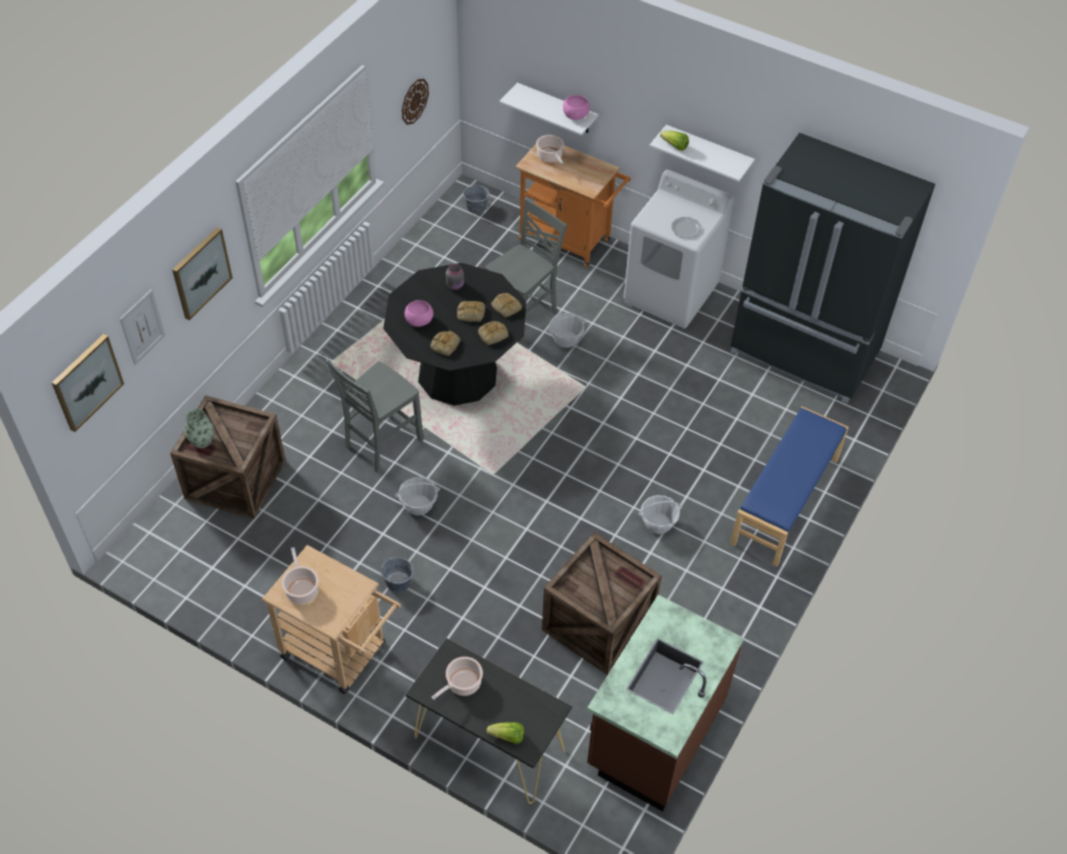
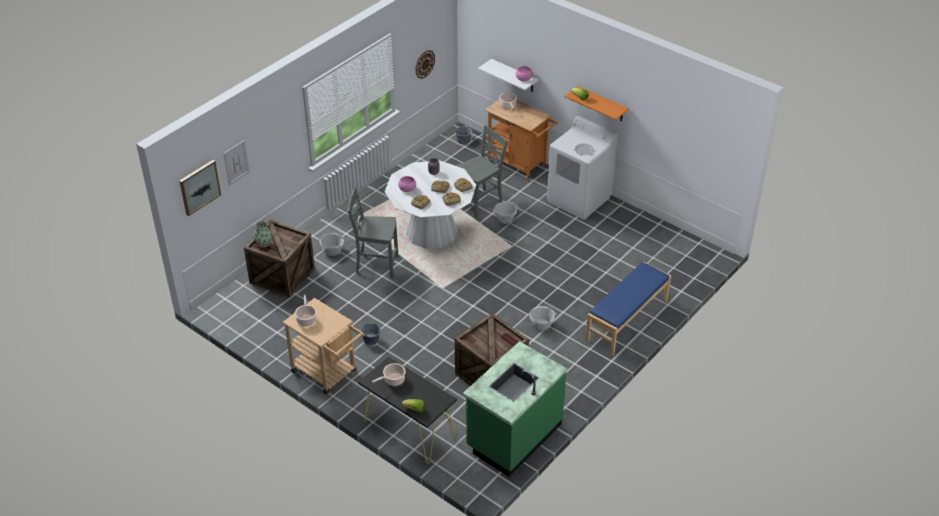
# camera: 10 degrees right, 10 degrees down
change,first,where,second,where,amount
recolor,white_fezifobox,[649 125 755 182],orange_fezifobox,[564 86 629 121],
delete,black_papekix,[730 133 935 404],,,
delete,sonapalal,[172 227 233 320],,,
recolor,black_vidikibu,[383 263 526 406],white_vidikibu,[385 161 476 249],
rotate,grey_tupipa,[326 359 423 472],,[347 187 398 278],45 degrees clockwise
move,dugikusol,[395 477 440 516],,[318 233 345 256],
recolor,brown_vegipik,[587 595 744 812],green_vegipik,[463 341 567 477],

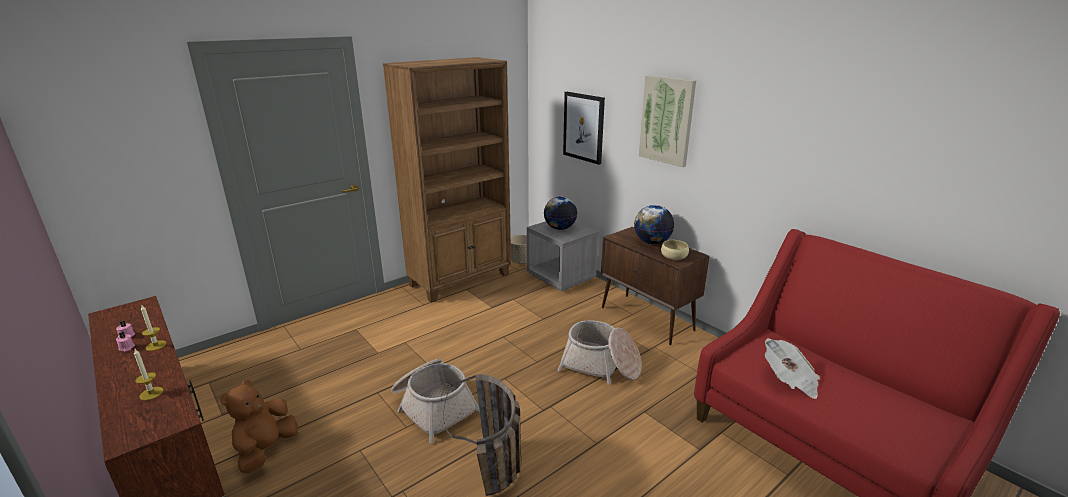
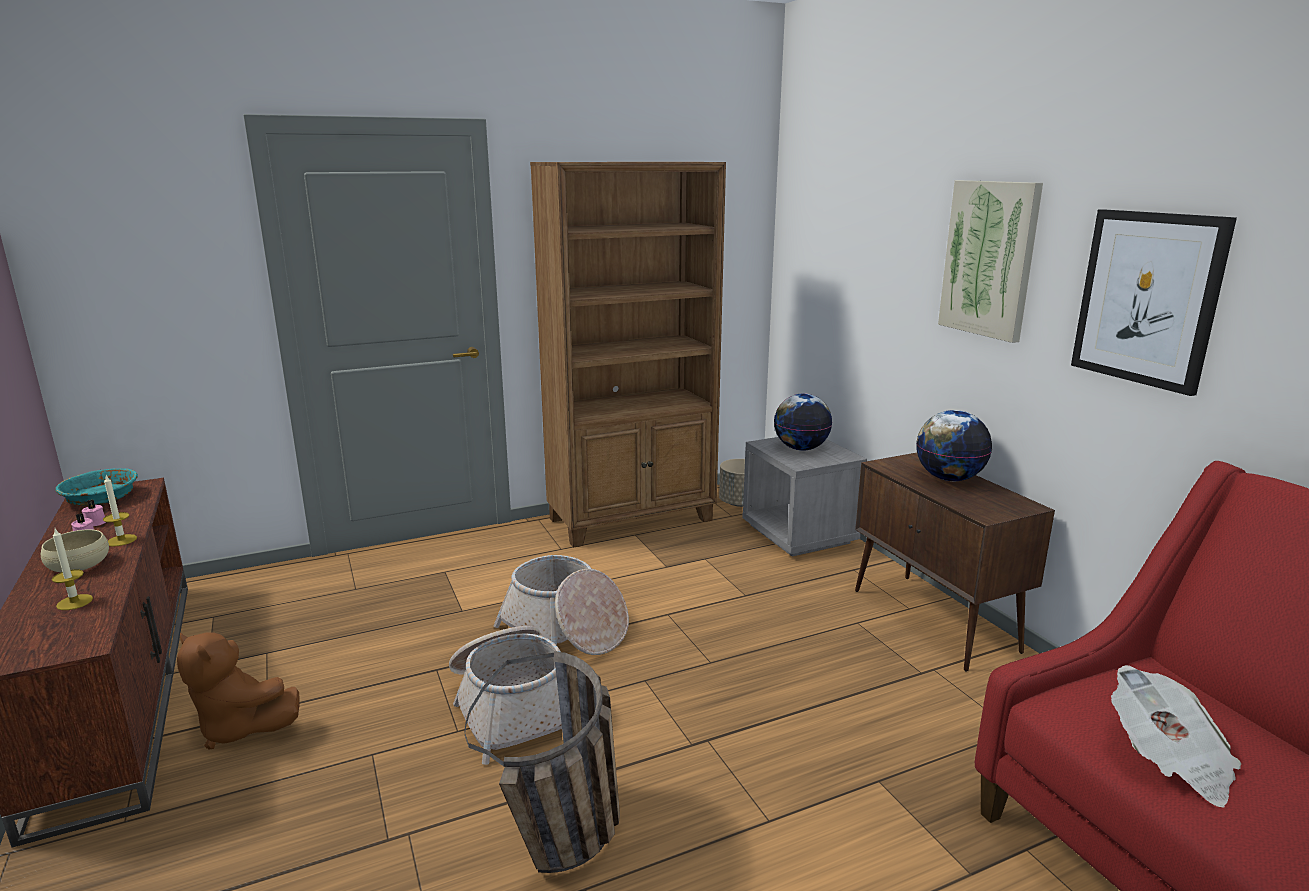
# camera: 15 degrees right, 5 degrees down
change,first,where,second,where,amount
move,sonapalal,[563 92 605 165],,[1071 209 1237 396],
move,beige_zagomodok,[661 240 689 260],,[41 529 109 572],
move,dugikusol,[558 320 642 385],,[494 555 629 655],
rotate,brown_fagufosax,[220 379 298 473],,[177 632 300 750],90 degrees counterclockwise
insert,,,turquoise_zagomodok,[55 468 138 506],

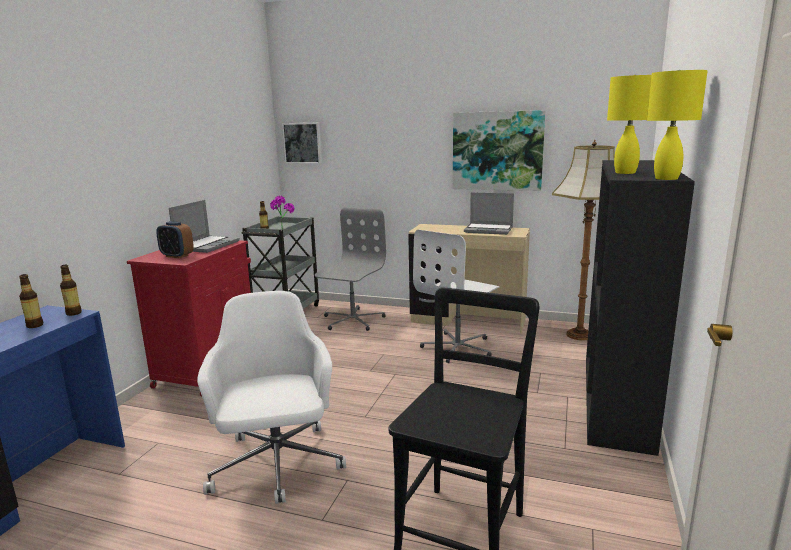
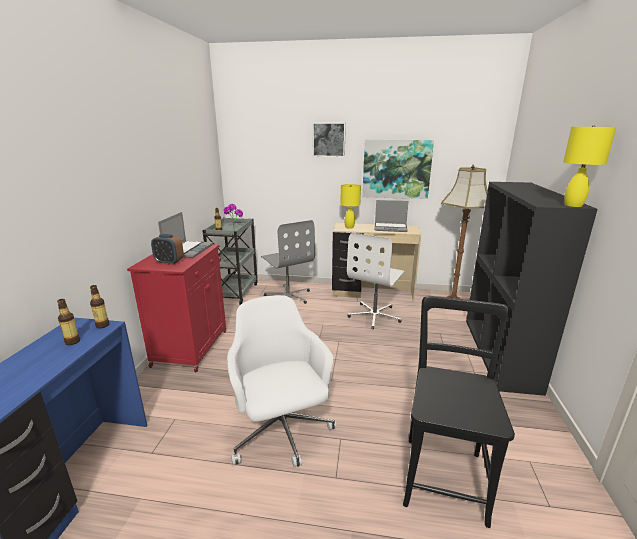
# camera: 10 degrees left, 5 degrees up
change,first,where,second,where,amount
move,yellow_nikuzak,[607 75 652 174],,[340 184 361 229],
move,sonapalal,[282 122 322 164],,[312 122 346 157],
rotate,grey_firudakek,[315 207 386 331],,[261 220 315 304],135 degrees clockwise

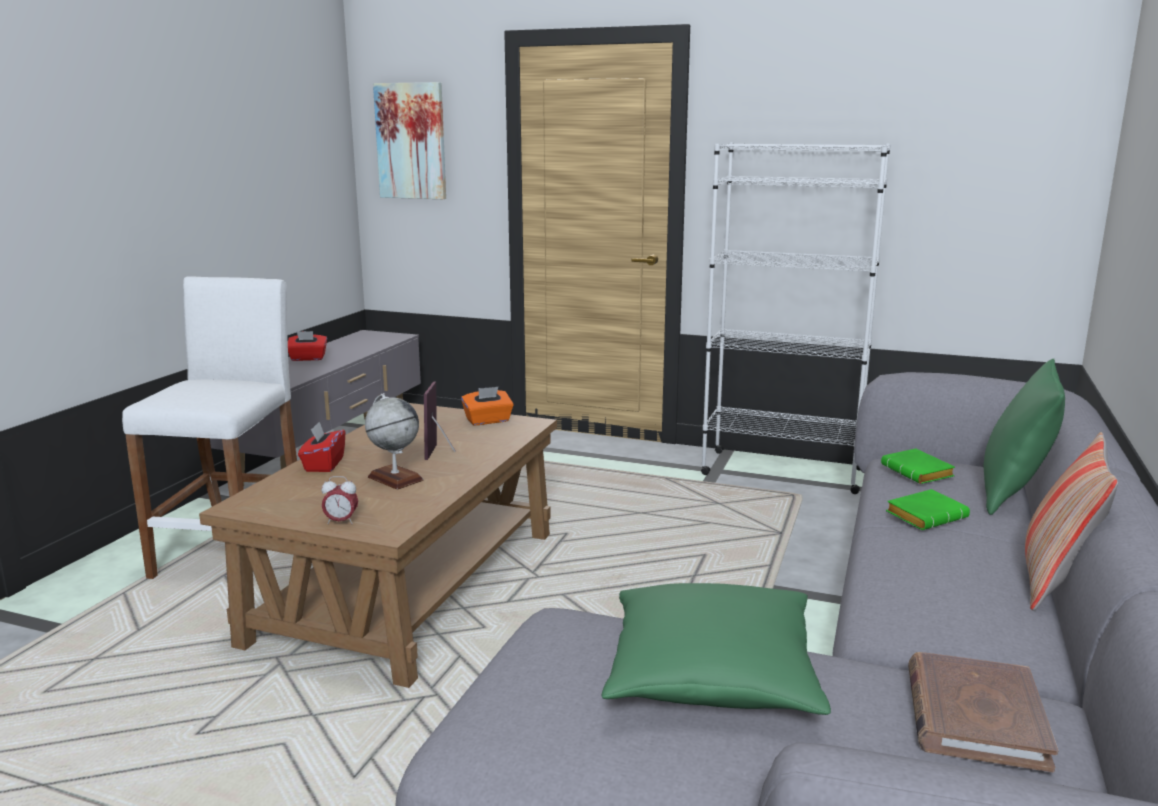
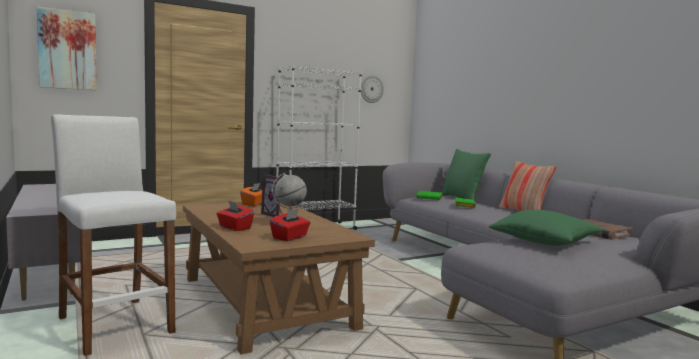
# camera: 50 degrees left, 10 degrees down
change,first,where,second,where,amount
move,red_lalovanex,[288 331 327 361],,[270 209 310 241],
delete,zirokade,[321 476 358 524],,,
insert,,,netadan,[361 75 384 103],

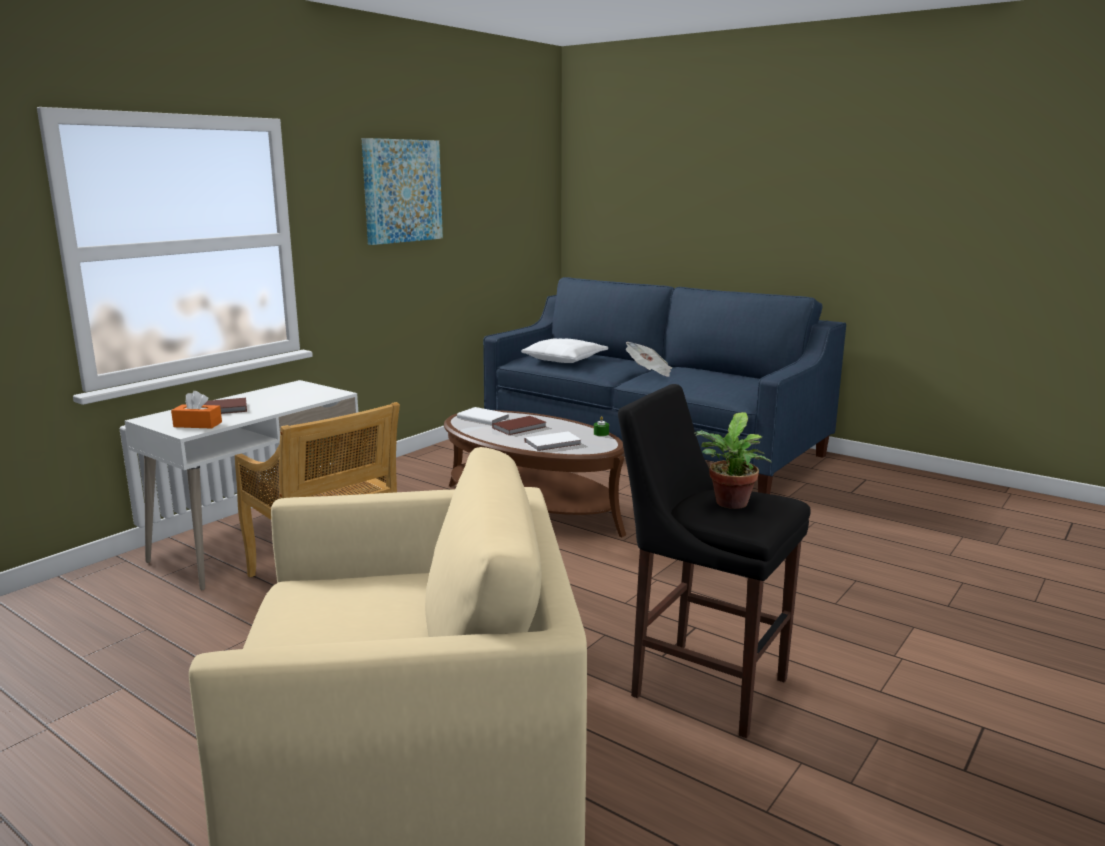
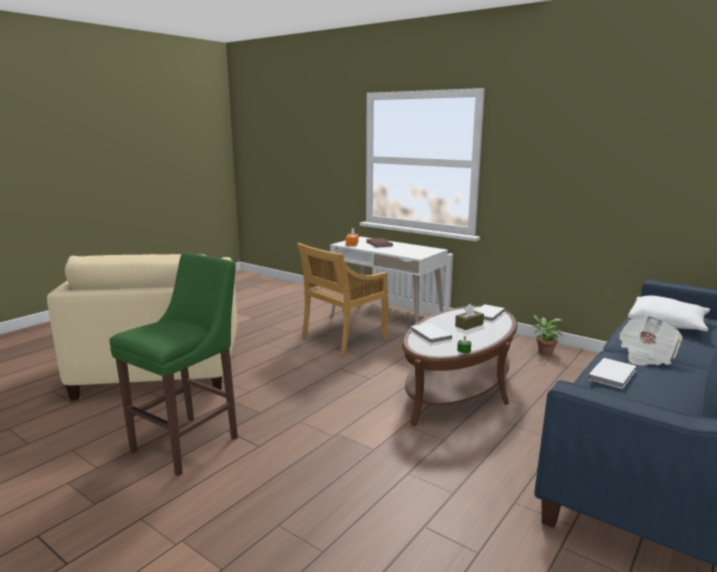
# camera: 90 degrees right, 0 degrees up
change,first,where,second,where,amount
delete,sonapalal,[362 138 443 245],,,
recolor,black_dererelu,[618 384 810 738],green_dererelu,[110 252 238 476],
move,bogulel,[694 412 772 509],,[532 315 563 355],
replace,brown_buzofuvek,[492 416 546 435],brown_lalovanex,[455 304 484 330],
insert,,,white_buzofuvek,[587 358 636 389],

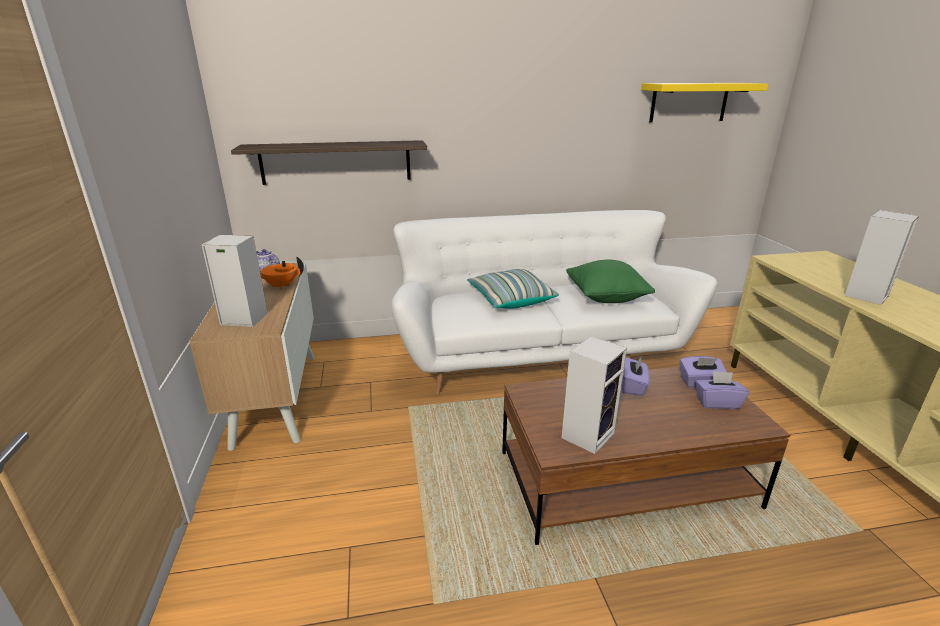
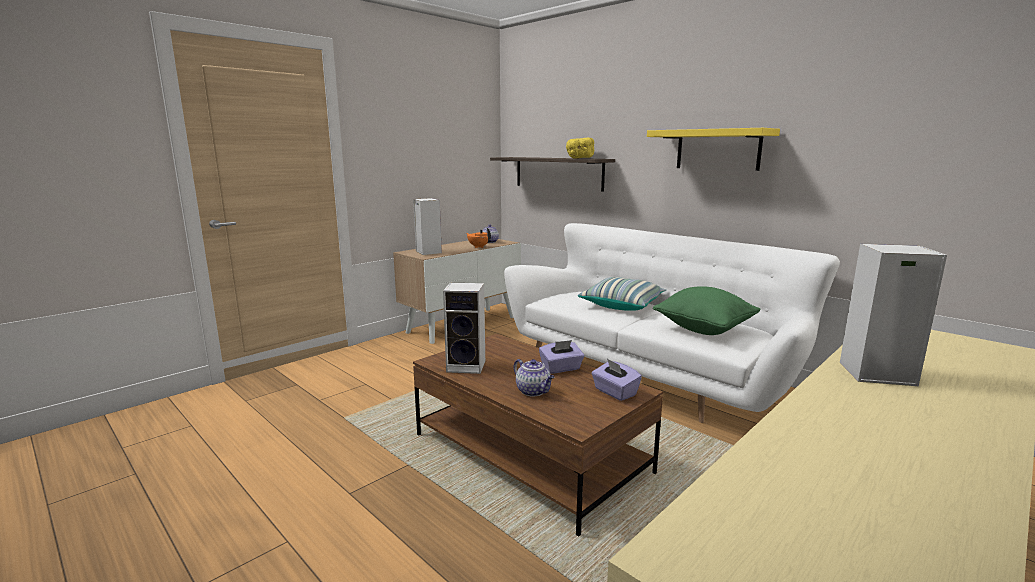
# camera: 55 degrees right, 10 degrees down
change,first,where,second,where,amount
move,yellow_fezifobox,[641 83 768 122],,[647 128 780 171],
delete,purple_lalovanex,[695 371 749 409],,,
insert,,,yellow_zagomodok,[566 138 594 159],
insert,,,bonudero,[514 359 554 396],

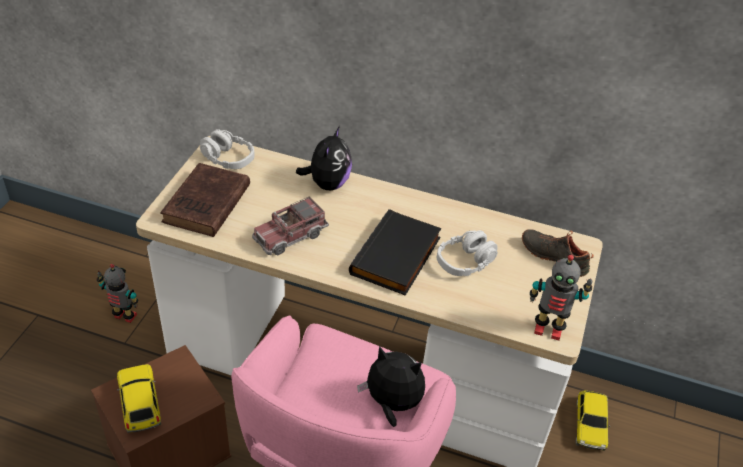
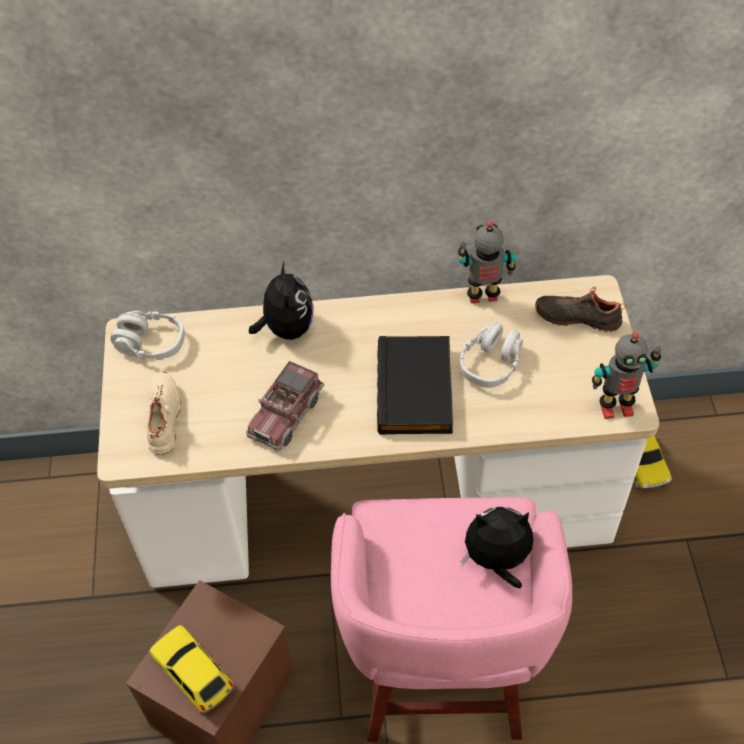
# camera: 20 degrees left, 10 degrees up
change,first,where,second,where,amount
replace,brown_buzofuvek,[160 163 250 237],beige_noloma,[146 372 181 455],
move,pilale,[97 264 138 323],,[458 221 516 303],

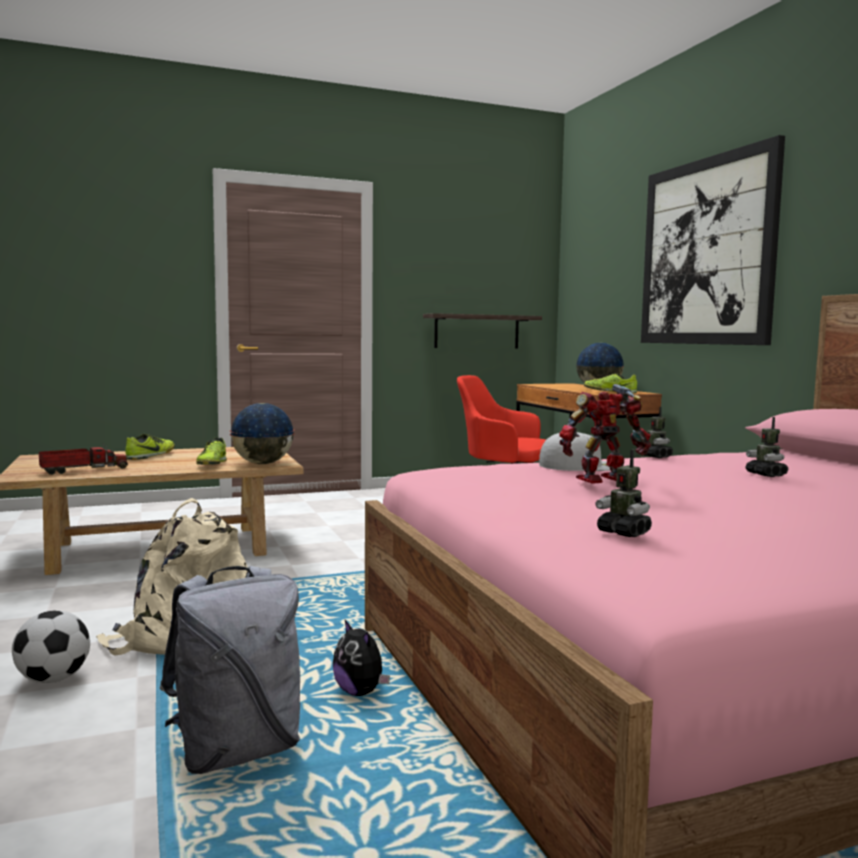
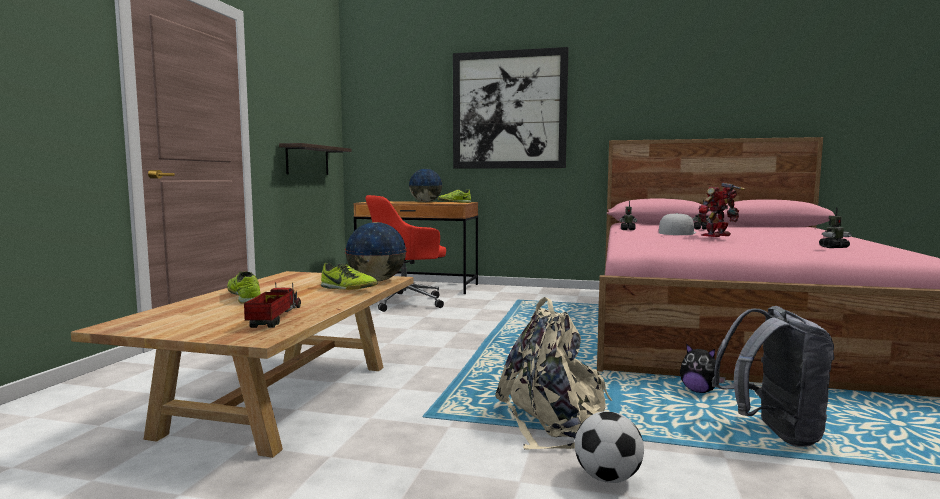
# camera: 55 degrees left, 0 degrees up
change,first,where,second,where,amount
rotate,pilale,[559 384 651 484],,[698 183 745 237],45 degrees clockwise
rotate,fagufosax,[333 620 390 696],,[680 343 726 393],45 degrees clockwise

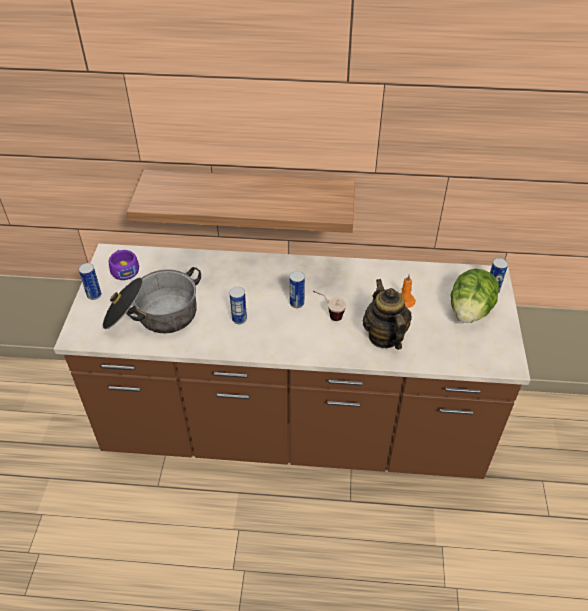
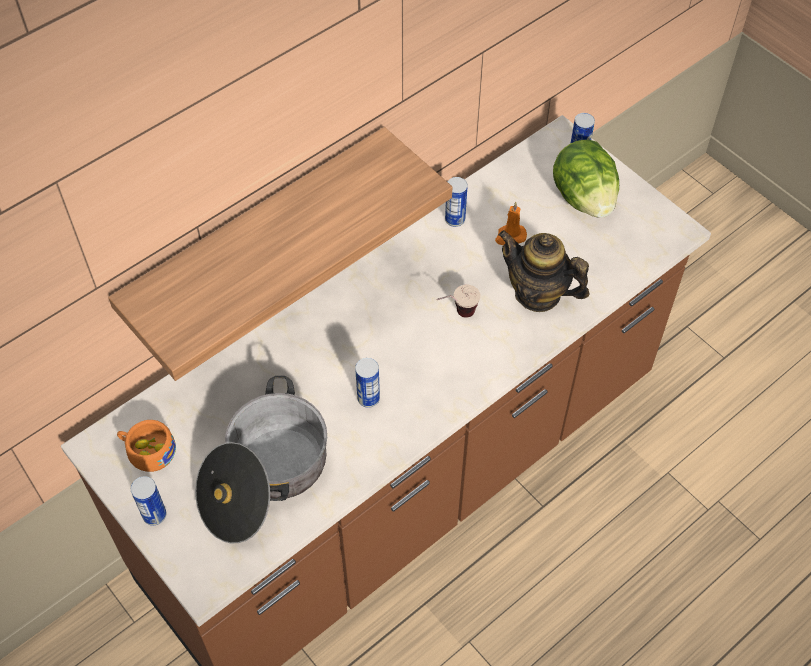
# camera: 45 degrees left, 10 degrees up
change,first,where,second,where,amount
recolor,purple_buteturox,[109 250 139 280],orange_buteturox,[117 420 176 472],
move,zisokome,[290 271 305 308],,[445 177 468 227],

